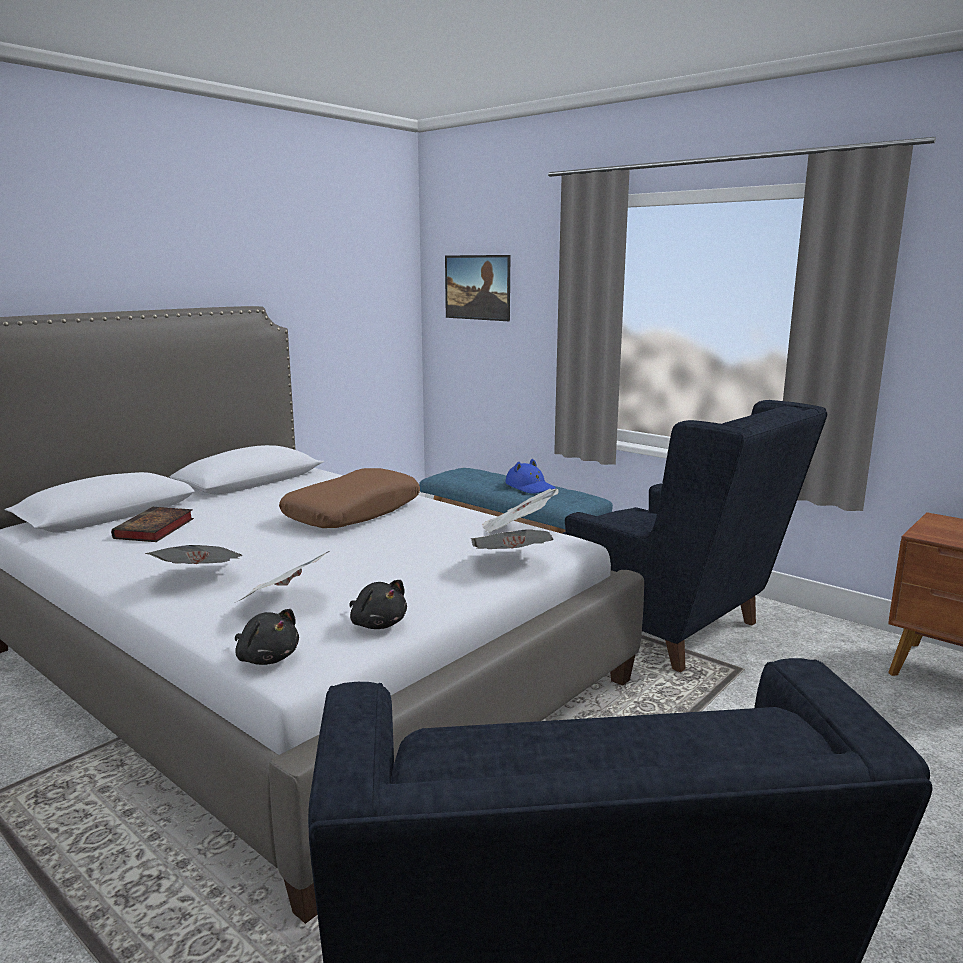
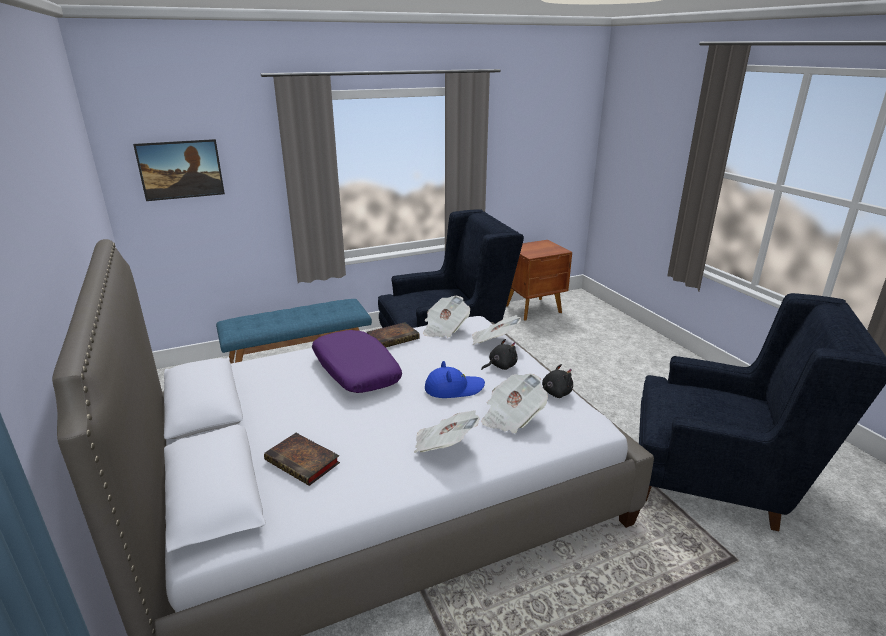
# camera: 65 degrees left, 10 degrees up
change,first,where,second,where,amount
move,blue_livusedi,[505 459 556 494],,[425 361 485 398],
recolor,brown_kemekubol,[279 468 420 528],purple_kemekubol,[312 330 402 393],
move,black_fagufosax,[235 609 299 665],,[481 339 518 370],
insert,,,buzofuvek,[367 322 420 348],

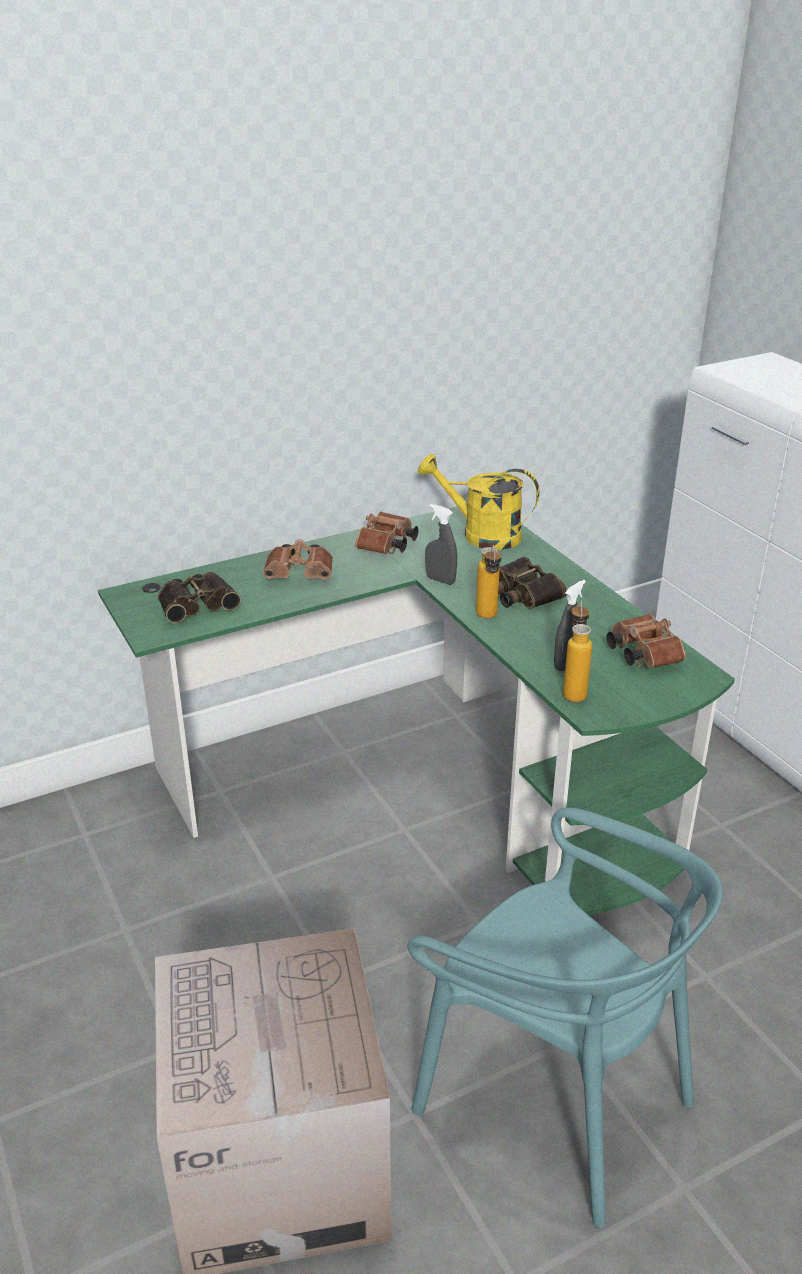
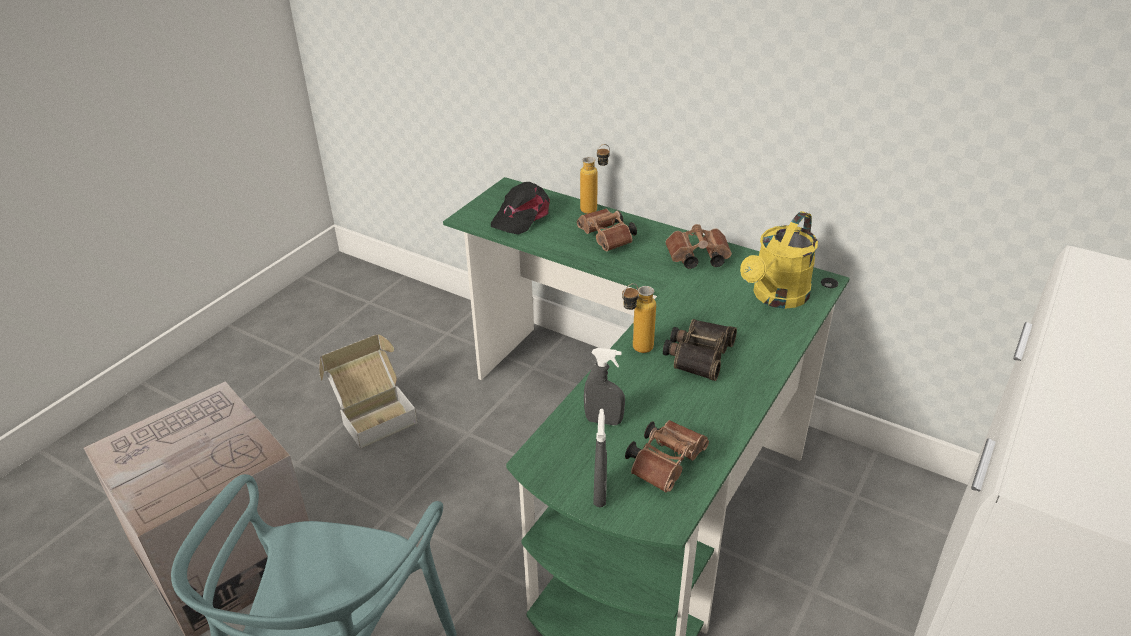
# camera: 60 degrees right, 5 degrees up
change,first,where,second,where,amount
rotate,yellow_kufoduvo,[418 454 539 550],,[740 211 818 309],135 degrees counterclockwise
move,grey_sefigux,[425 504 457 585],,[593 409 607 507],
replace,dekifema,[158 572 241 623],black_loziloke,[491 182 550 235],
move,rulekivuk,[563 600 592 702],,[580 144 610 214],
insert,,,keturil,[319 334 417 449],

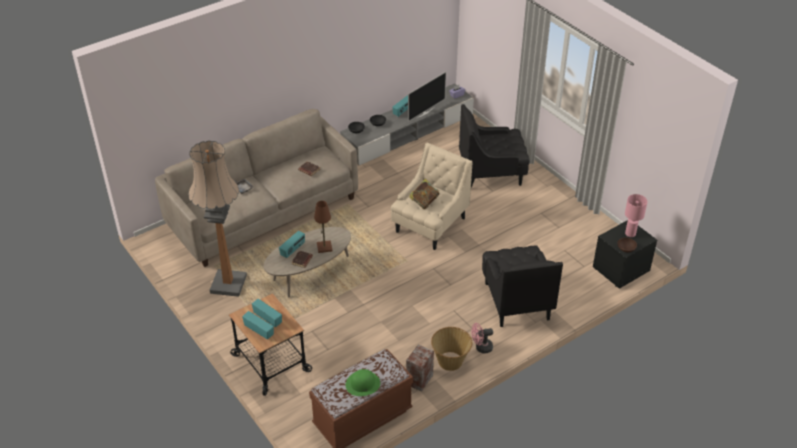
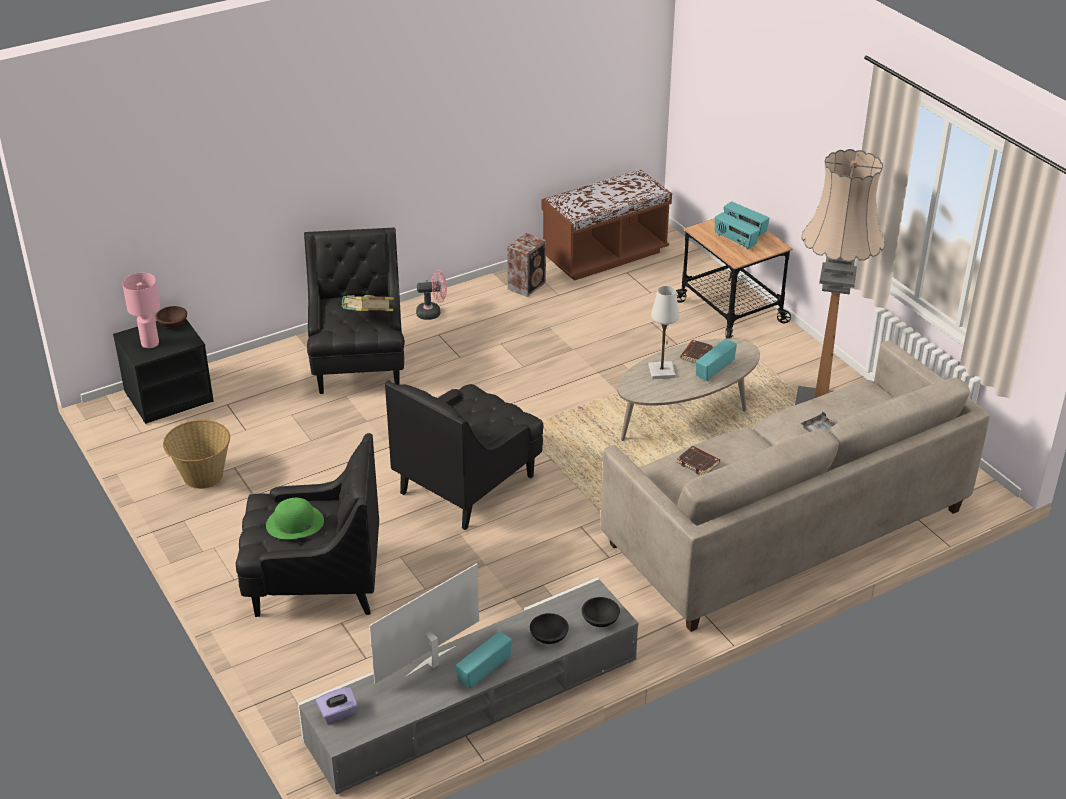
# camera: 175 degrees left, 5 degrees down
change,first,where,second,where,amount
recolor,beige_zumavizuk,[391 143 473 250],black_zumavizuk,[385 381 543 530],
move,buzofuvek,[409 179 440 209],,[341 295 394 311],
recolor,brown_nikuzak,[314 201 332 253],white_nikuzak,[648 286 679 379],
move,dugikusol,[431 327 472 371],,[163 420 230 489],
move,green_livusedi,[346 369 380 396],,[266 498 324 539],

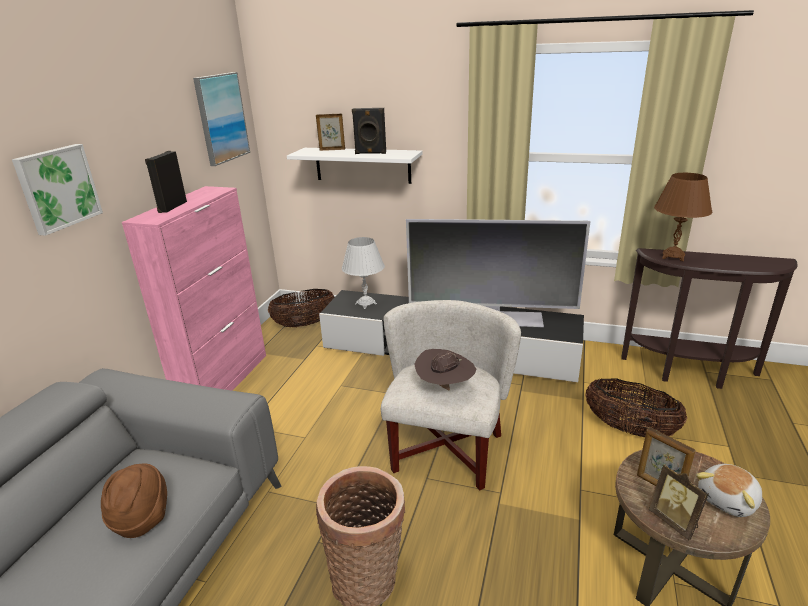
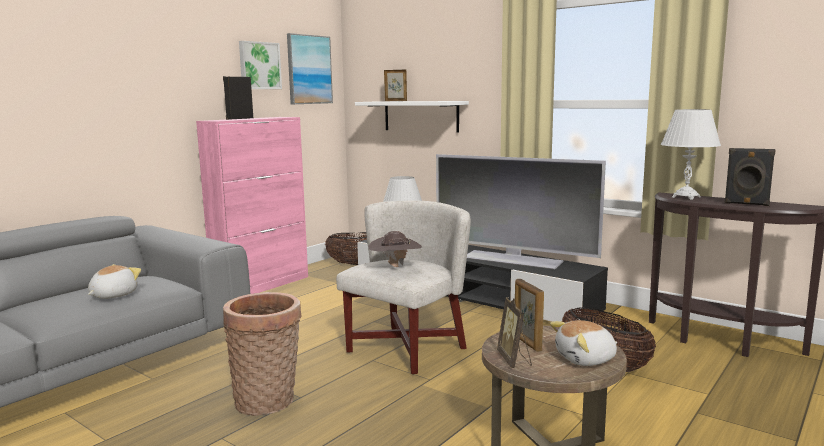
# camera: 20 degrees right, 15 degrees down
change,first,where,second,where,amount
move,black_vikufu,[352 108 386 154],,[724 148 776 206],
move,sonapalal,[12 144 103 236],,[239 41 282 89],
recolor,brown_nikuzak,[654 173 712 261],white_nikuzak,[661 109 721 200],
replace,brown_livusedi,[101 463 167 538],fagufosax,[88 264 141 299],

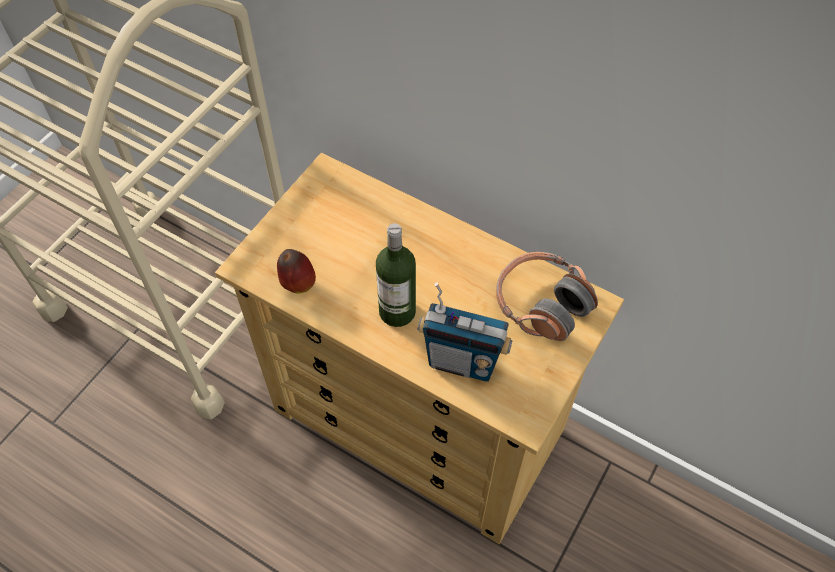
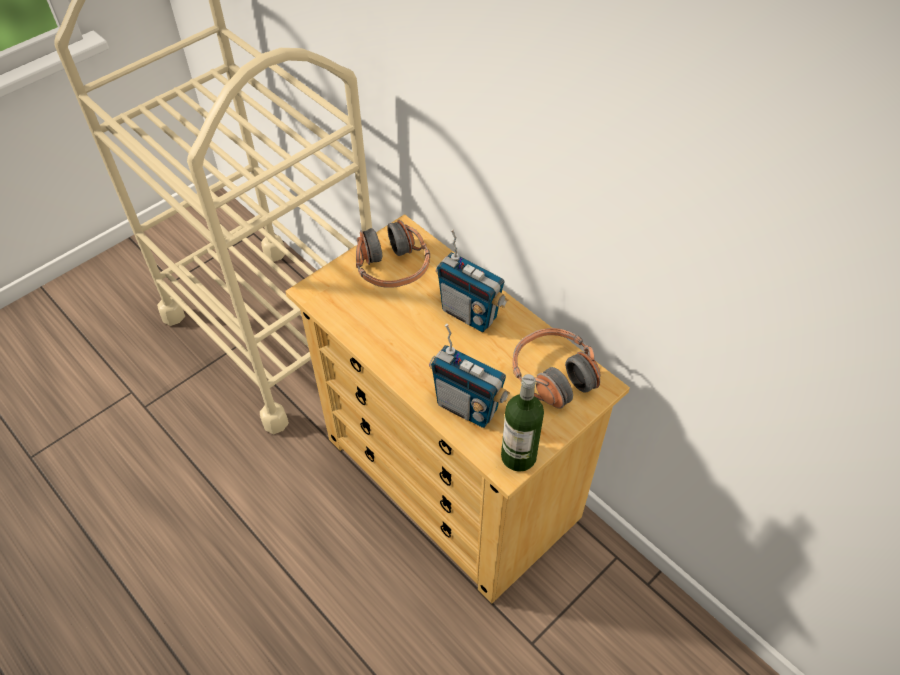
# camera: 15 degrees right, 5 degrees down
change,first,where,second,where,amount
move,rulekivuk,[376 223 416 327],,[501 374 544 472],
delete,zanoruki,[277 249 316 294],,,
insert,,,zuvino,[356 220 430 288],
insert,,,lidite,[436 229 508 332],

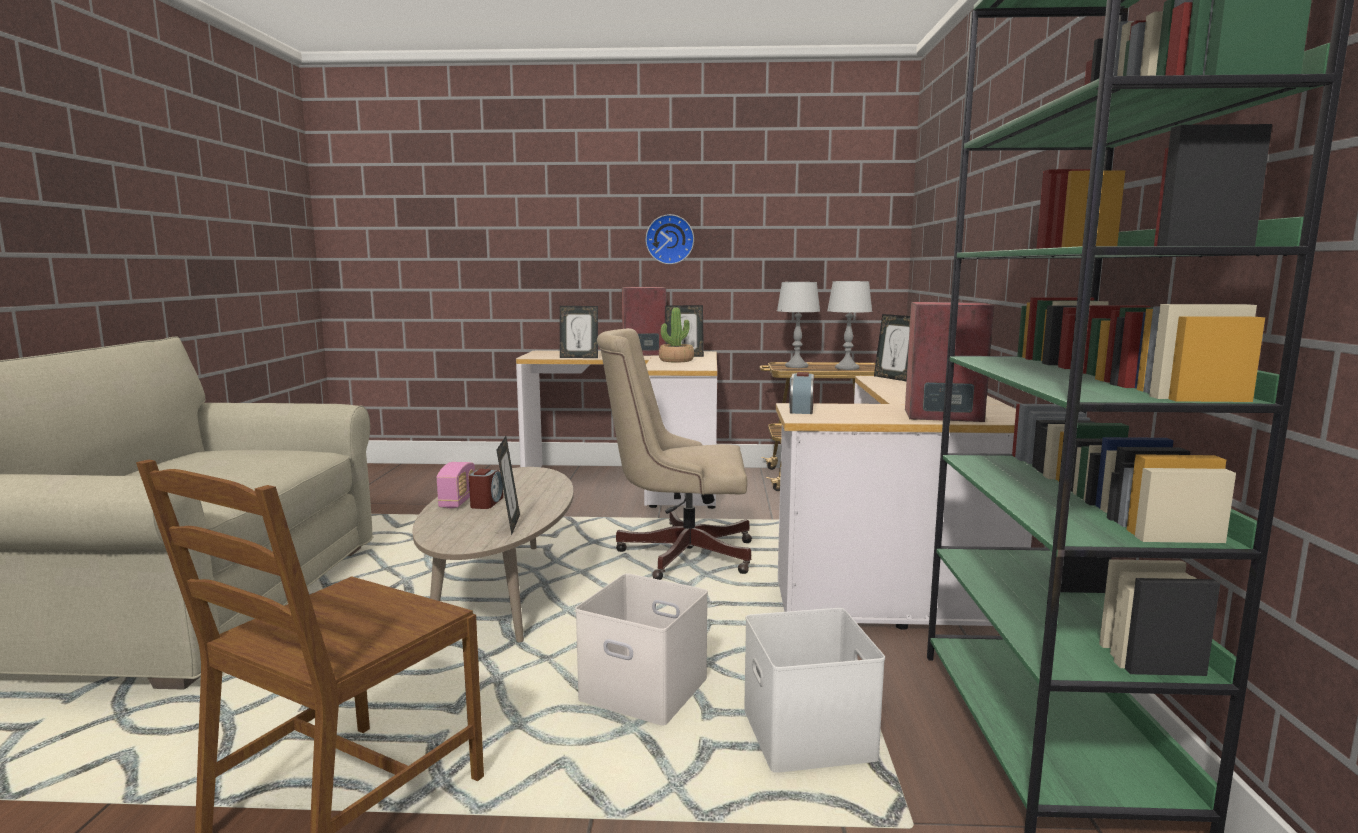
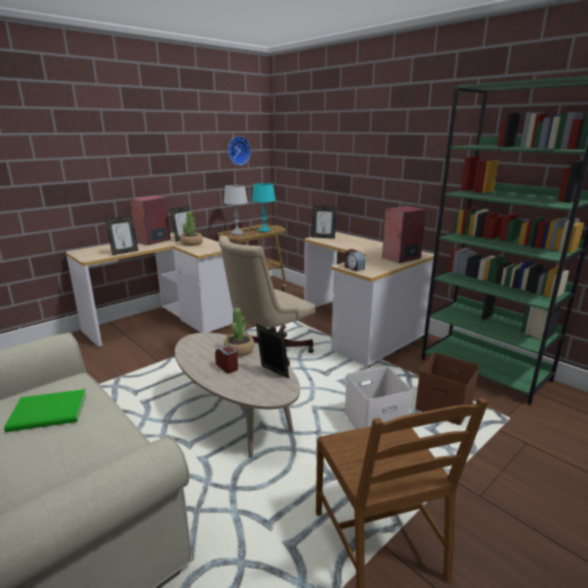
# camera: 45 degrees left, 10 degrees up
change,first,where,second,where,amount
move,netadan,[645 214 694 264],,[228 136 251 165],
recolor,grey_nikuzak,[827 281 872 370],turquoise_nikuzak,[252 183 276 232],
delete,lidite,[437 462 475 508],,,
recolor,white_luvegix,[744 608 885 773],brown_luvegix,[415 352 479 425],
insert,,,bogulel,[224 308 254 357],
insert,,,green_buzofuvek,[4 389 86 432],

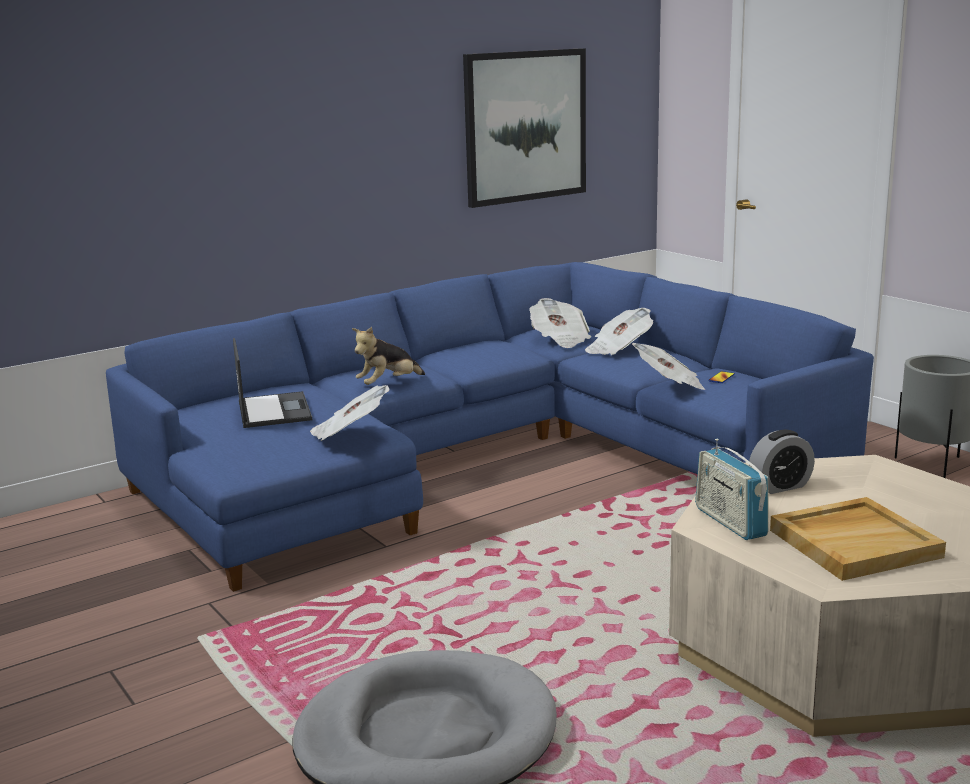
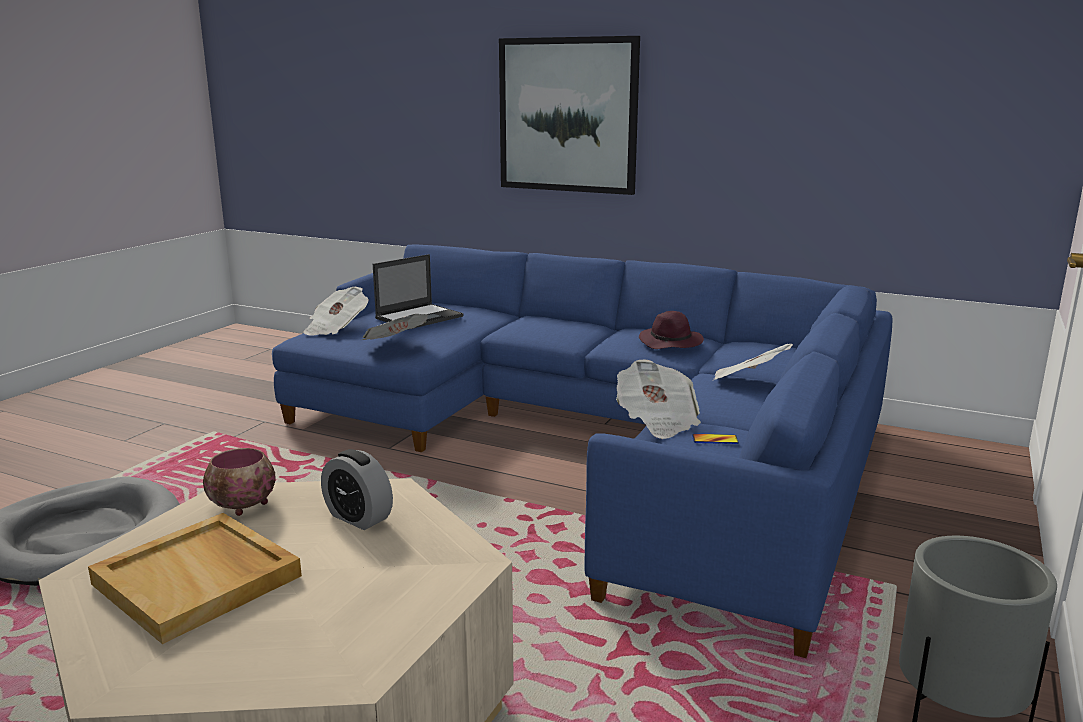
# camera: 60 degrees right, 0 degrees up
change,first,where,second,where,amount
move,sonapalal,[463 48 586 208],,[499 36 640 195],
move,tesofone,[529 298 591 348],,[303 287 368 335],
delete,fagufosax,[352 327 425 385],,,
replace,lidite,[695 439 768 540],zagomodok,[203 448 276 516],
insert,,,purple_livusedi,[639 311 704 349],

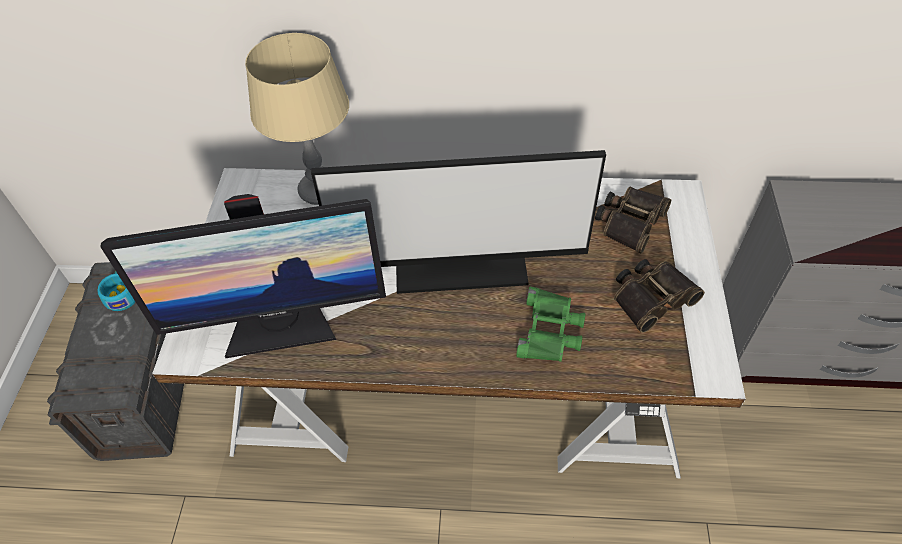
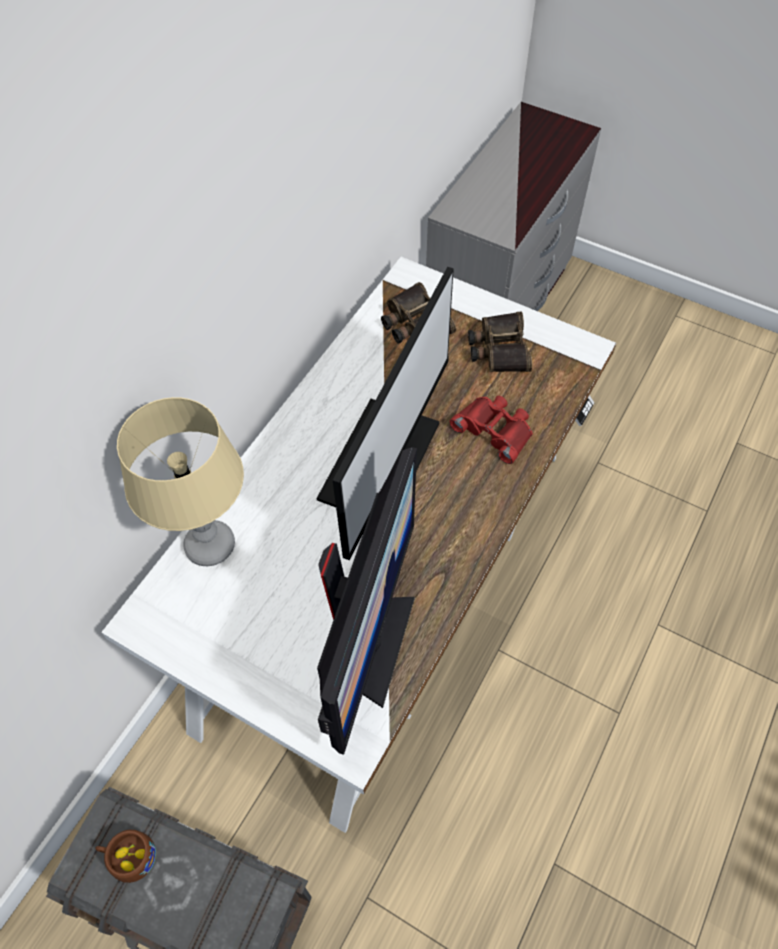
# camera: 65 degrees left, 5 degrees up
change,first,where,second,where,amount
recolor,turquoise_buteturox,[97 271 135 311],brown_buteturox,[96 830 156 883],
recolor,green_dekifema,[516 287 585 362],red_dekifema,[449 396 533 464],

